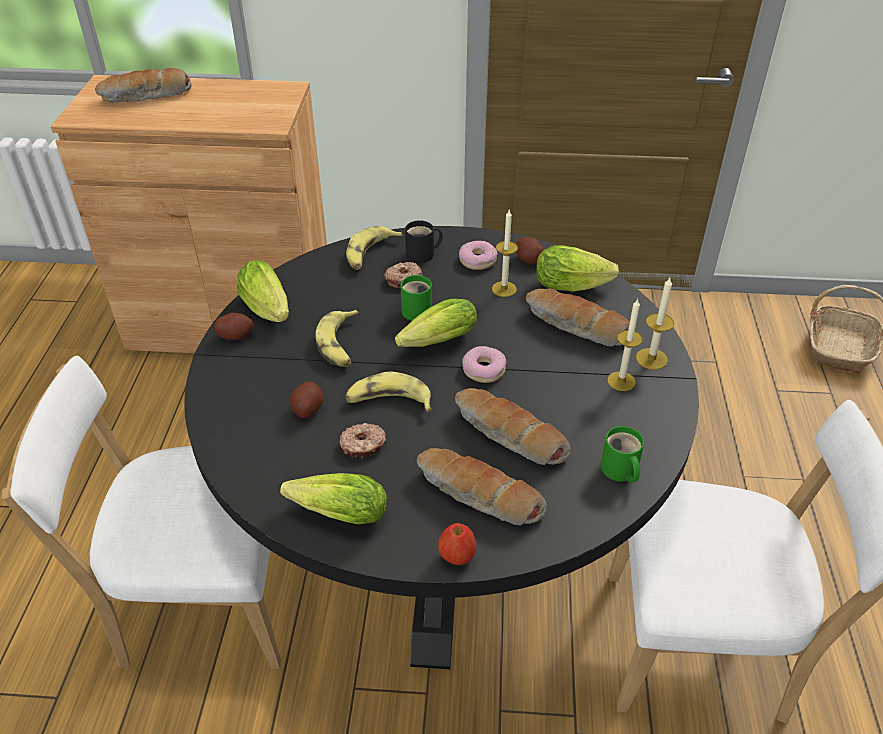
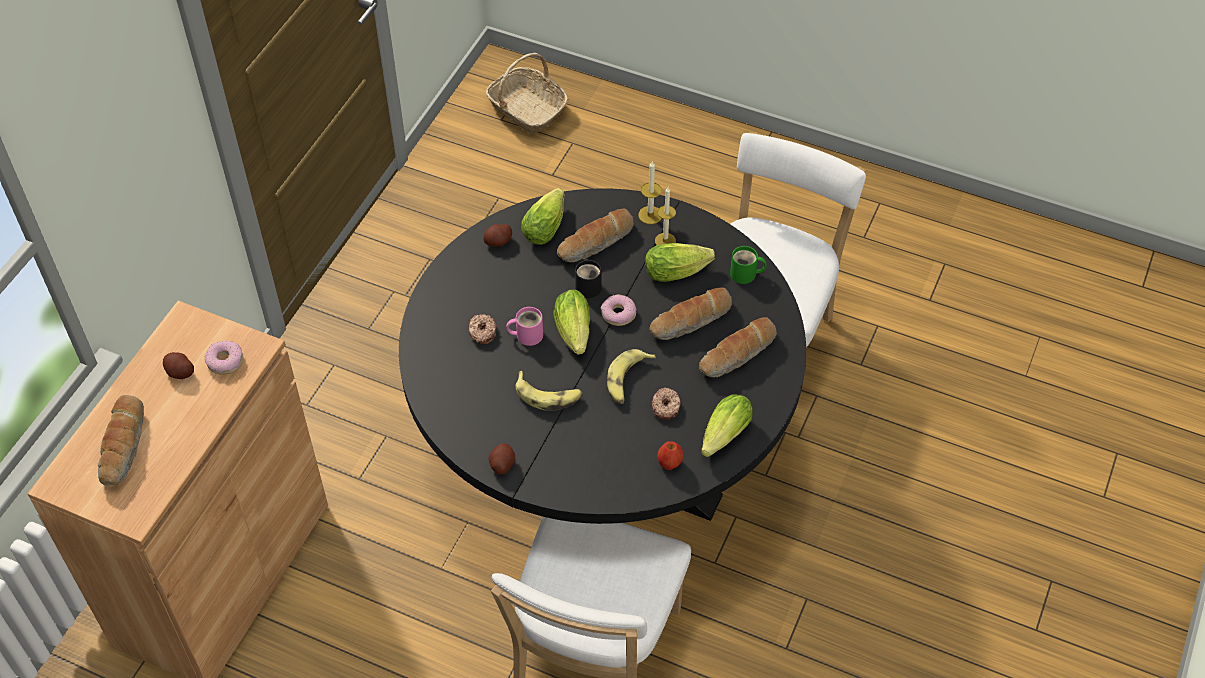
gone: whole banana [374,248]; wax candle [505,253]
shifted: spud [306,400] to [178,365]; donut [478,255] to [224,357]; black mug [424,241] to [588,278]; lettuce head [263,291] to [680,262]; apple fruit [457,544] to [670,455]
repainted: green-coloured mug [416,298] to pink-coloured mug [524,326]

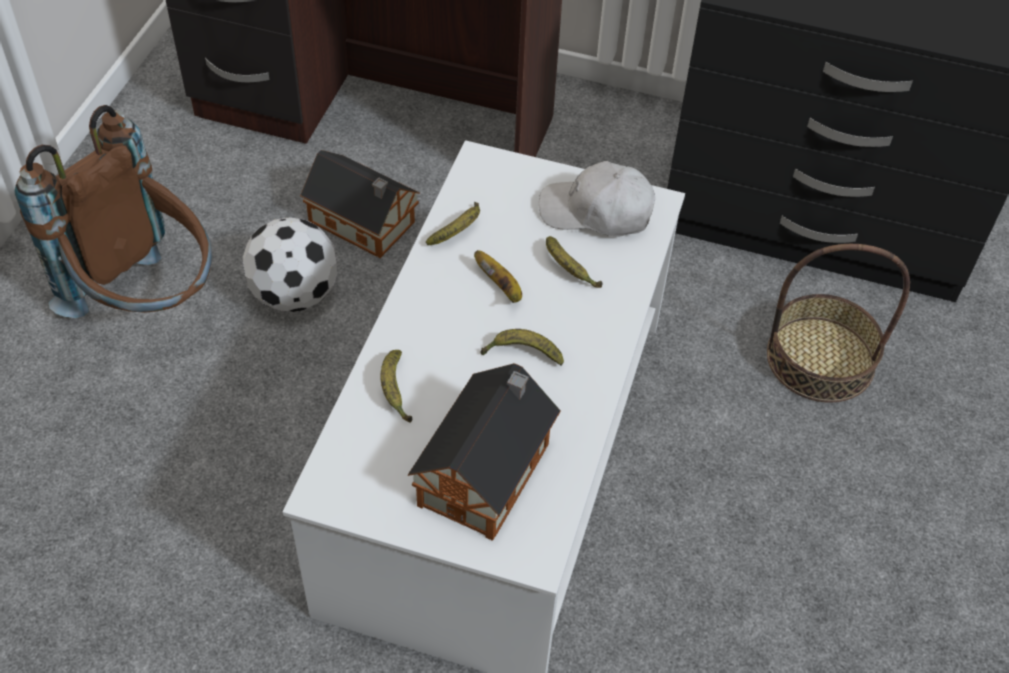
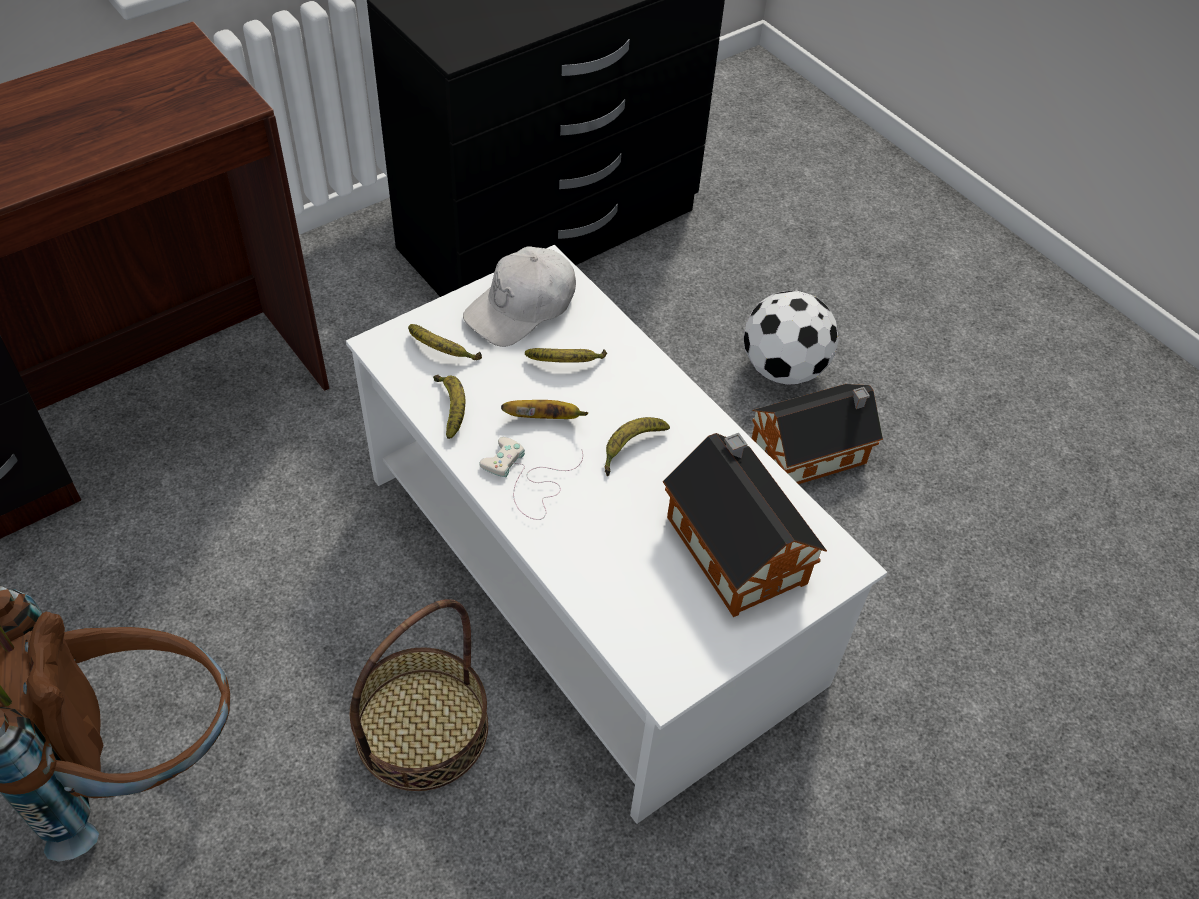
new: white game controller [531,478]
shifted: basket [838,323] to [418,695]; whole banana [396,386] to [445,342]; ball for football [290,264] to [791,337]; toy house [360,204] to [817,434]

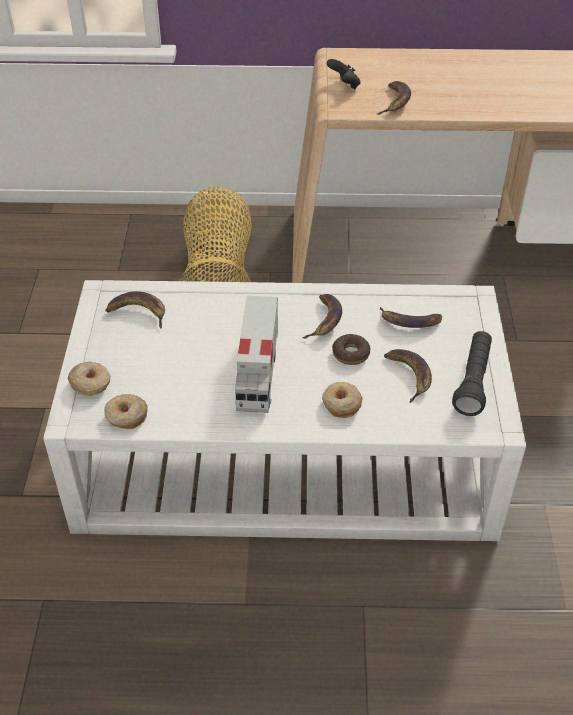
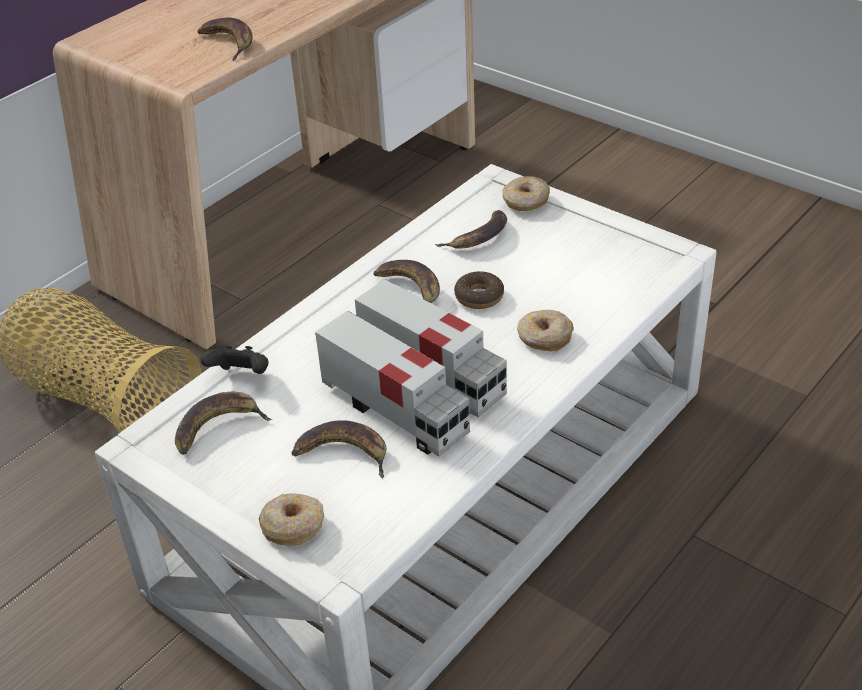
gone: black torch [472,373]
new: toy truck [392,384]
shifted: black game controller [343,74] to [234,360]; whole banana [408,376] to [338,449]; donut [126,411] to [526,193]

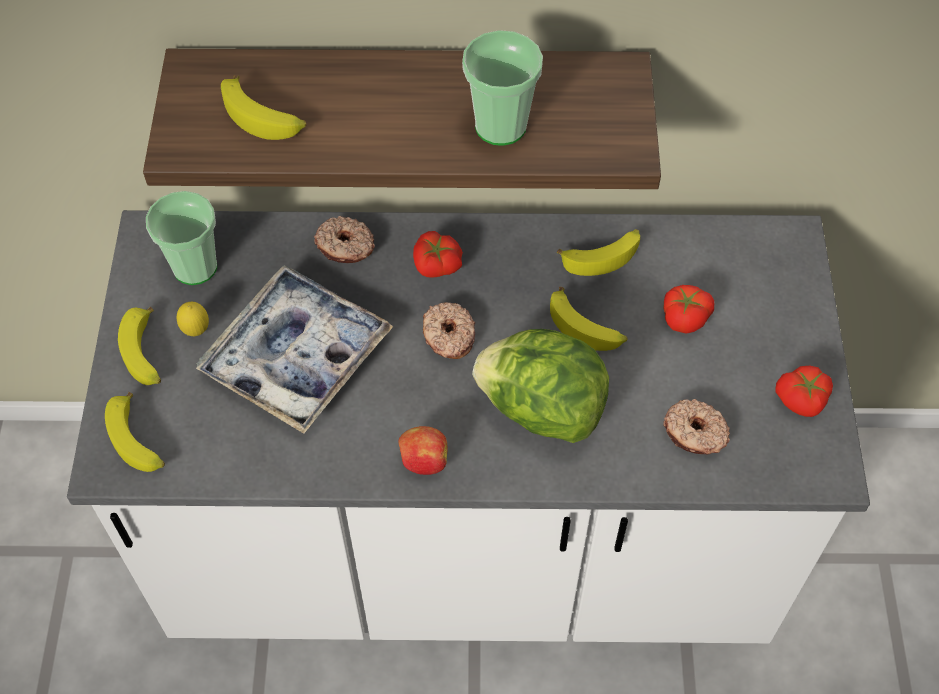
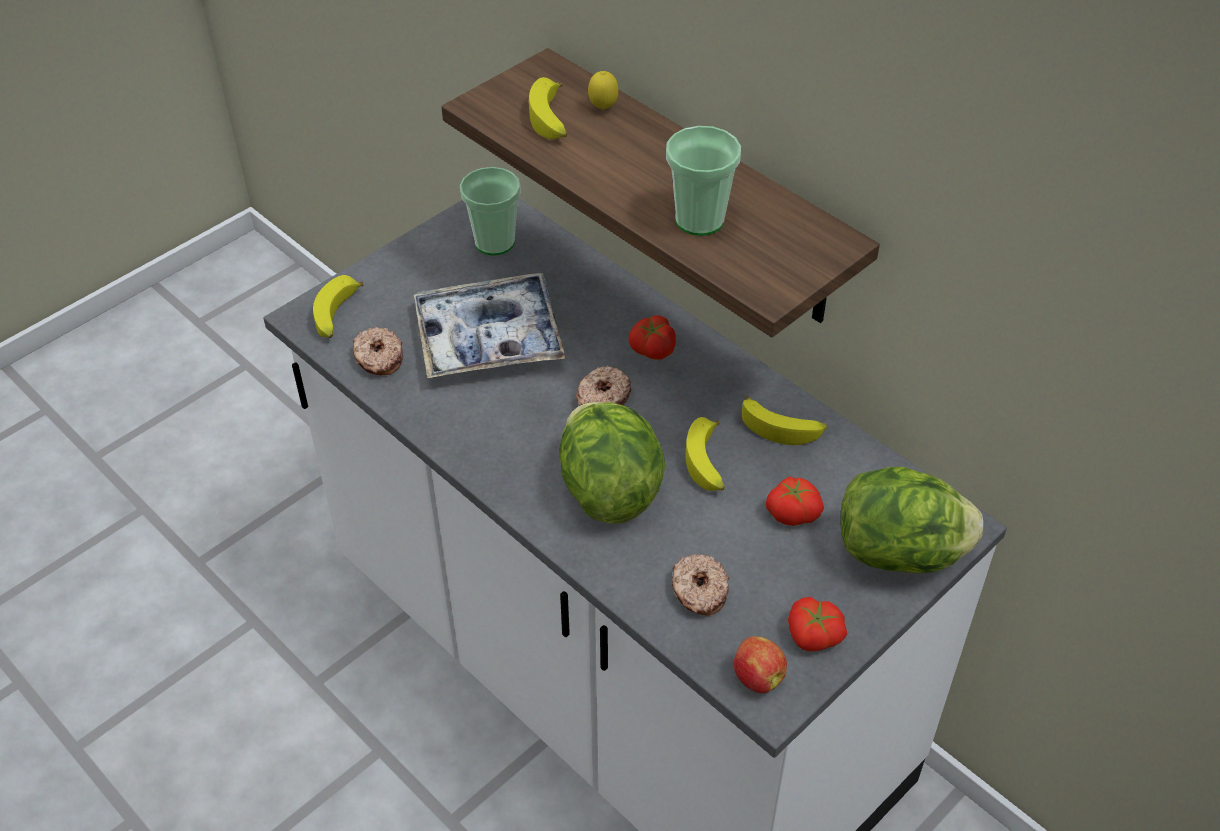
gone: whole banana [139,346]
new: lettuce head [912,520]
shifted: donut [344,239] to [378,351]; lemon [193,319] to [603,90]; apple fruit [423,450] to [760,664]

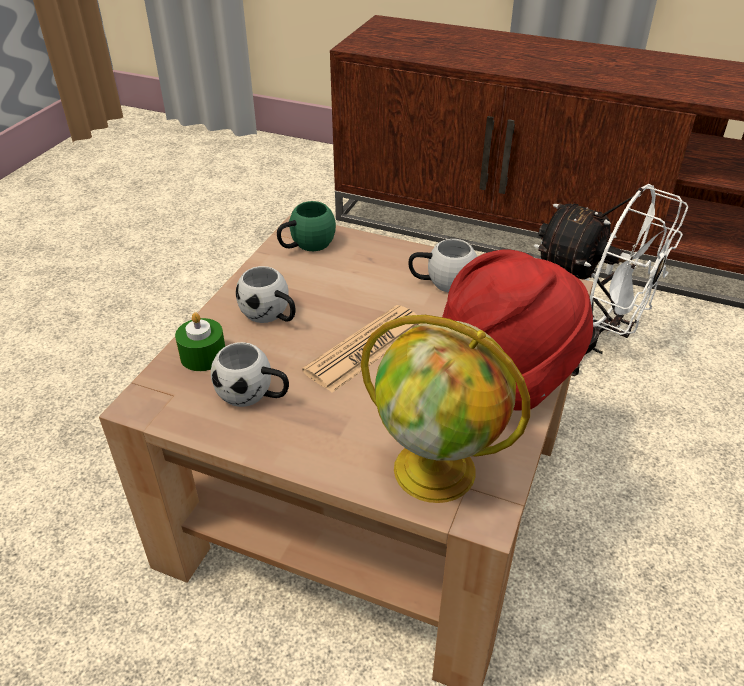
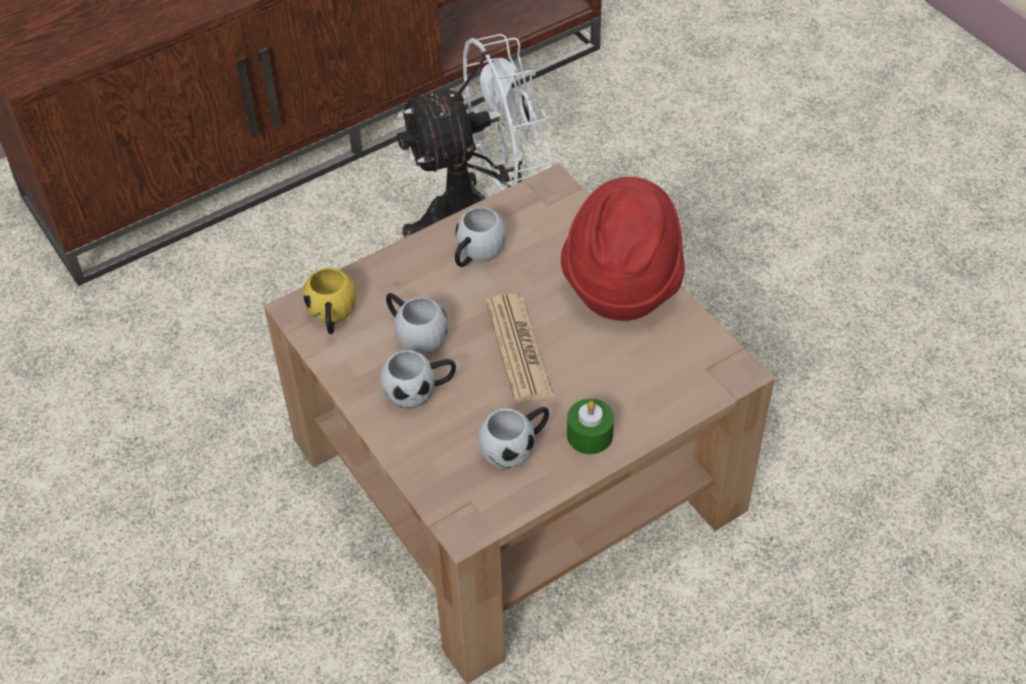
gone: globe [445,409]
new: white mug [417,323]
shifted: green-coloured wax candle [200,341] to [590,426]
repainted: green-coloured mug [306,226] to yellow-coloured mug [329,301]

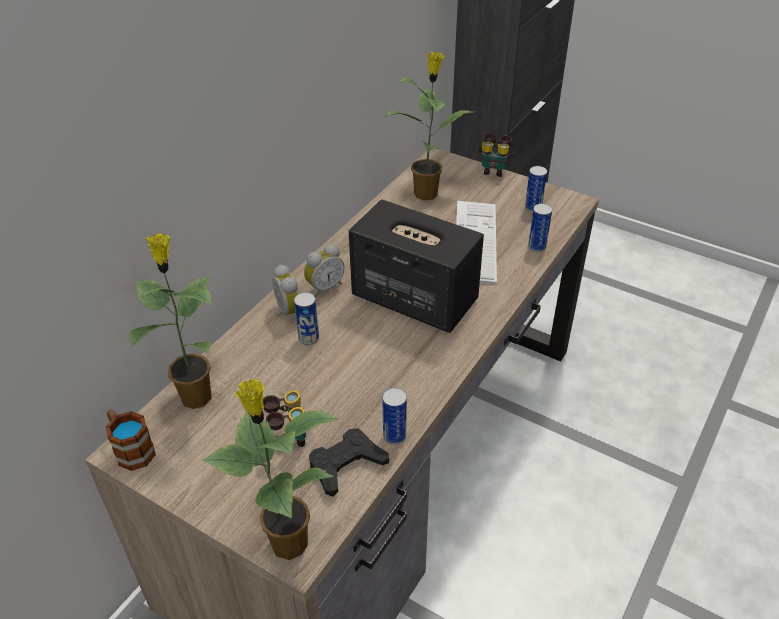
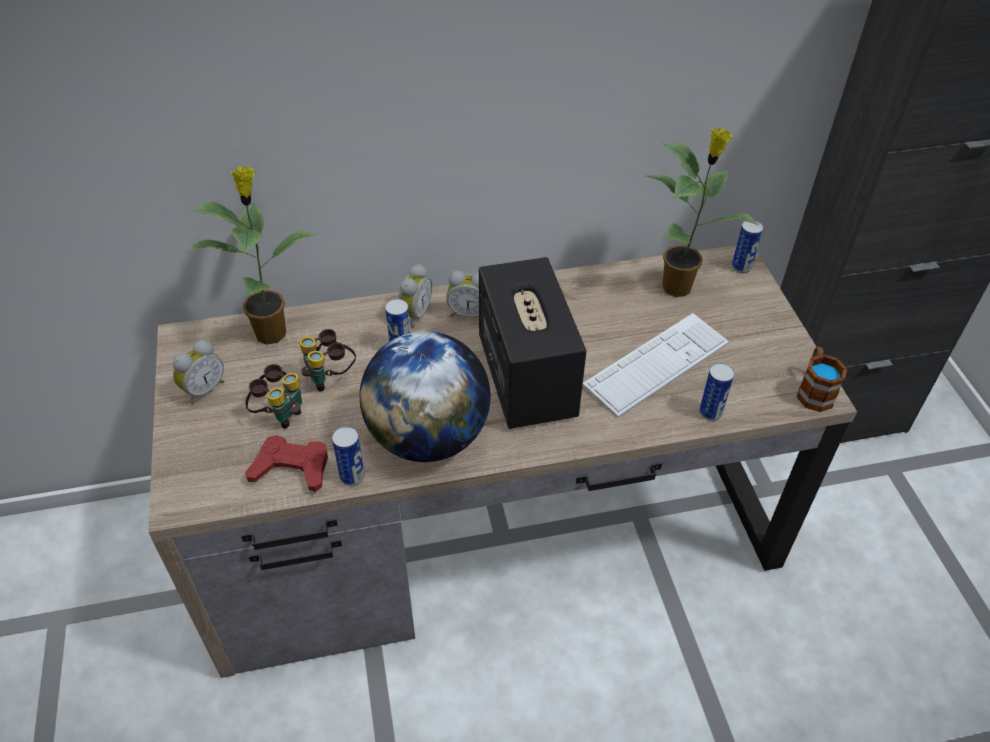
gone: houseplant [270,469]
new: bedside clock [198,372]; globe [425,396]
shifted: pair of binoculars [497,155] to [327,360]; metal can [536,189] to [747,246]; mug [131,440] to [822,379]
repainted: black game controller [349,462] to red-coloured game controller [286,463]

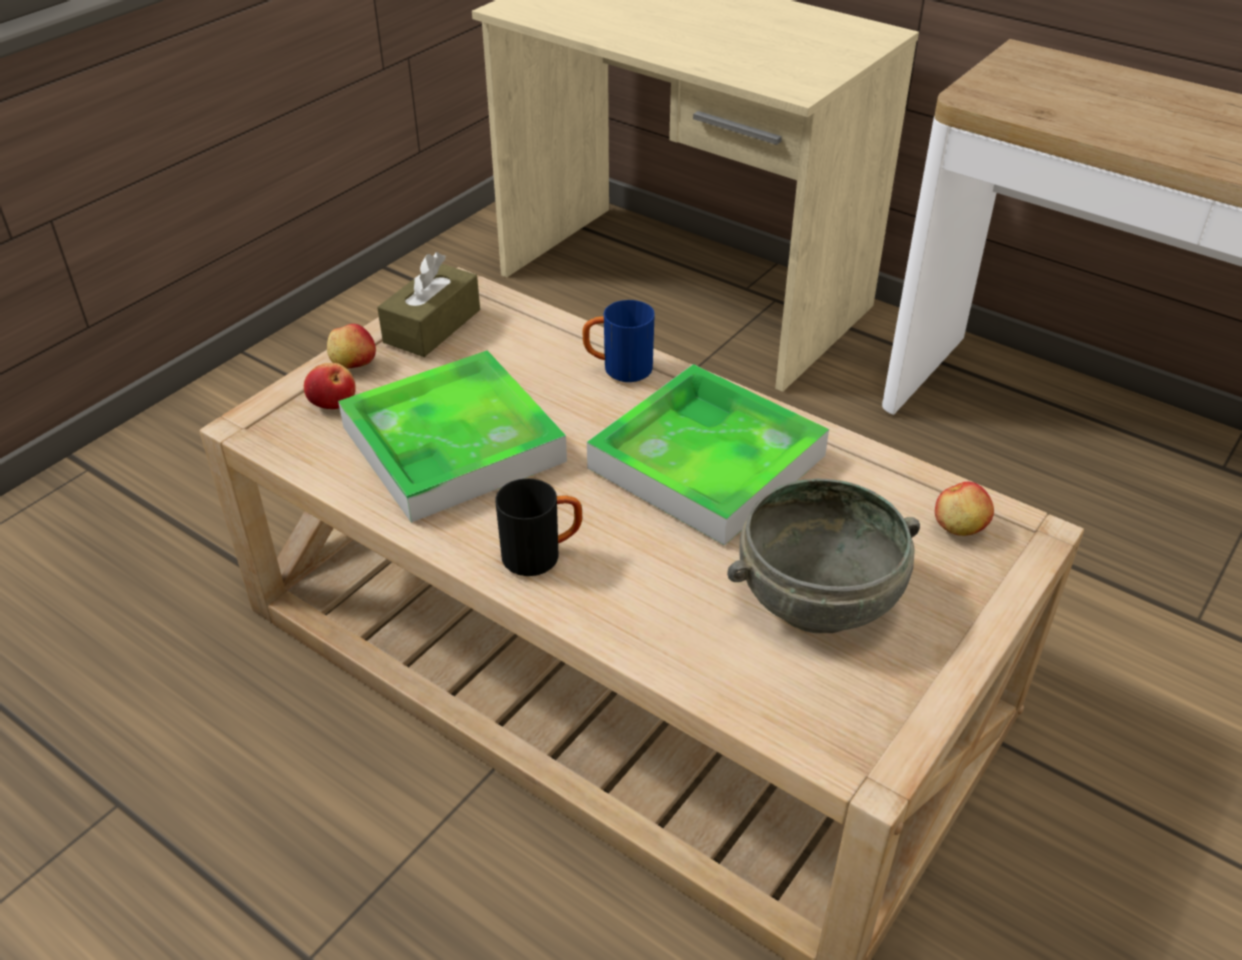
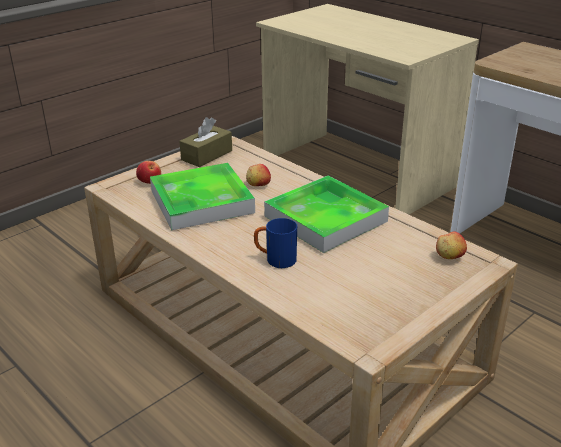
gone: black mug [538,527]; greyish serving bowl [823,556]
shifted: apple fruit [351,346] to [258,175]; bluish mug [619,341] to [275,243]

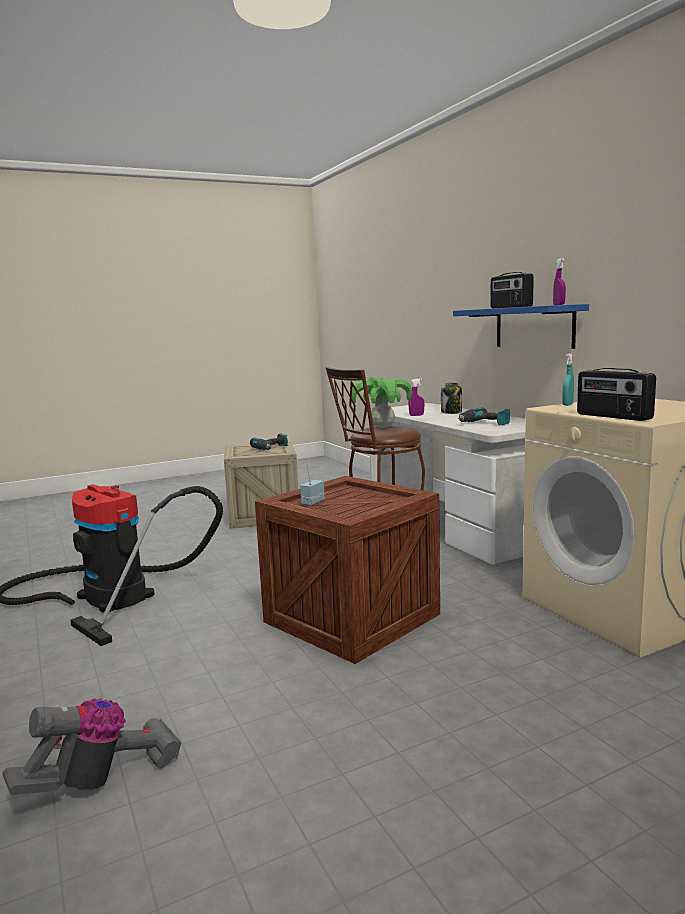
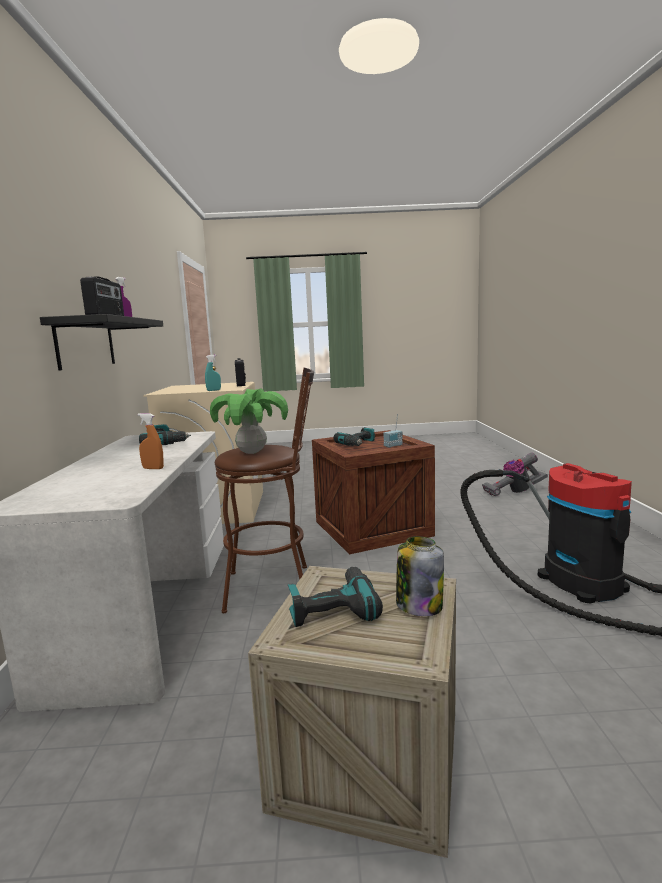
new: electric drill [354,436]
shifted: preserve jar [451,398] to [420,576]
repainted: bluish shelf [521,326] to black shelf [101,342]; purple-coloured hand sprayer [416,397] to orangey hand sprayer [151,441]

